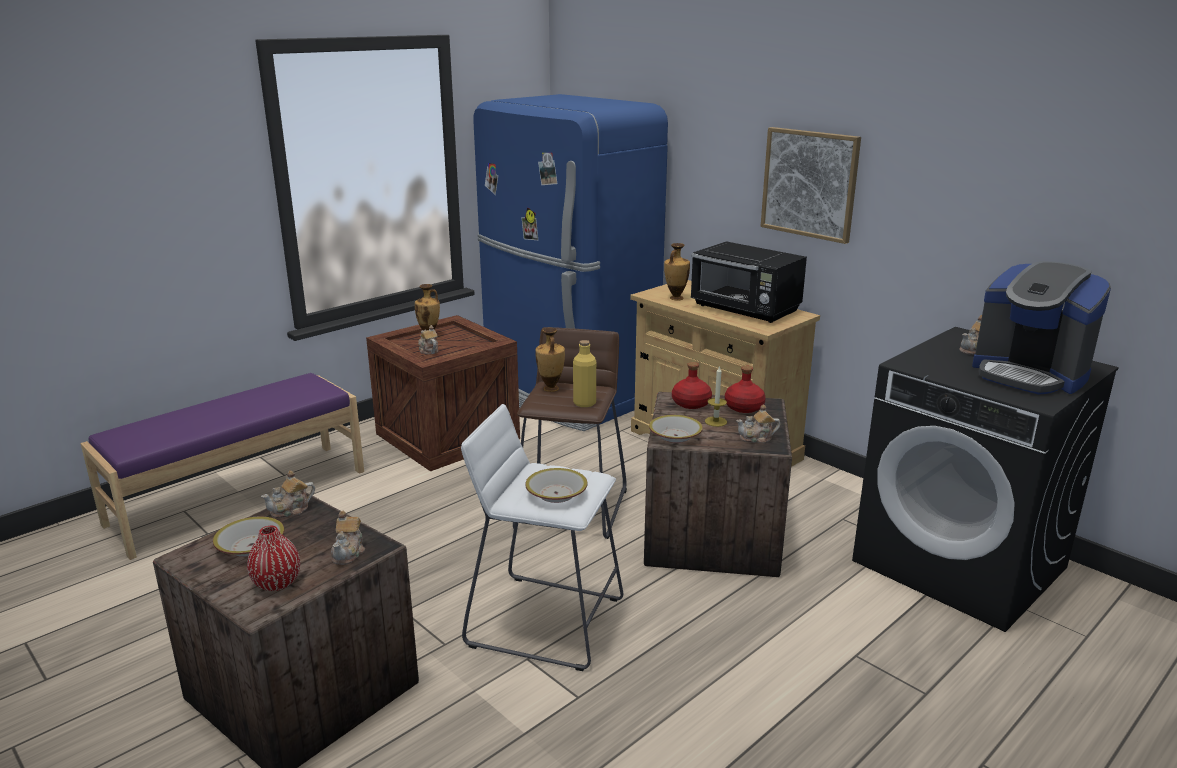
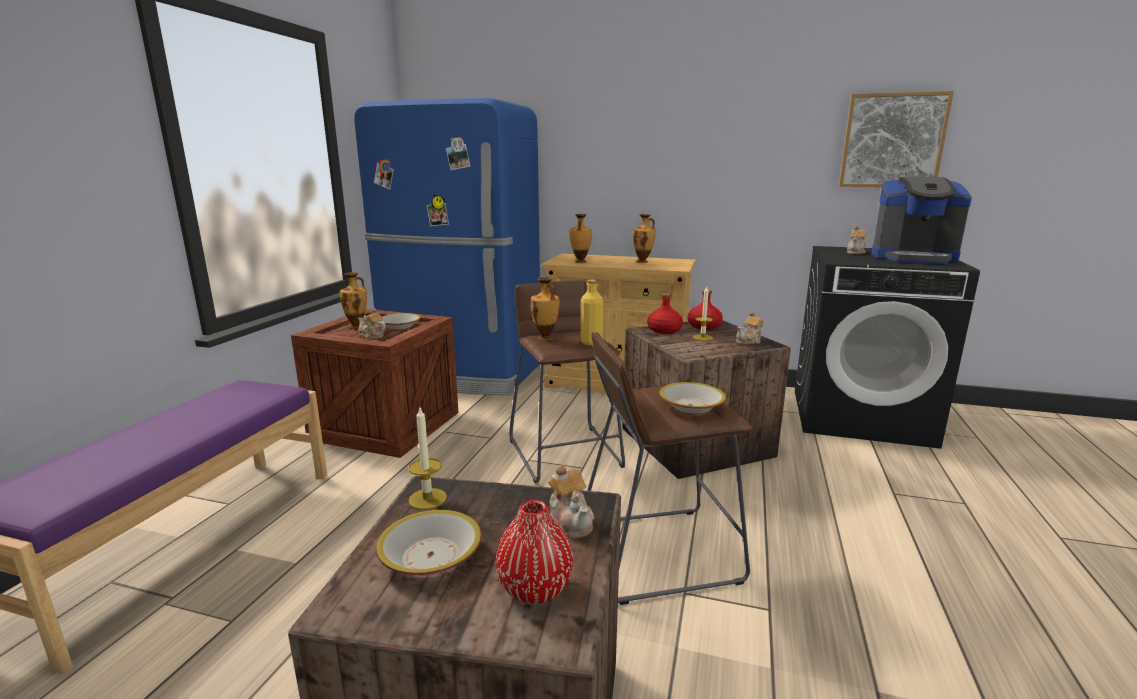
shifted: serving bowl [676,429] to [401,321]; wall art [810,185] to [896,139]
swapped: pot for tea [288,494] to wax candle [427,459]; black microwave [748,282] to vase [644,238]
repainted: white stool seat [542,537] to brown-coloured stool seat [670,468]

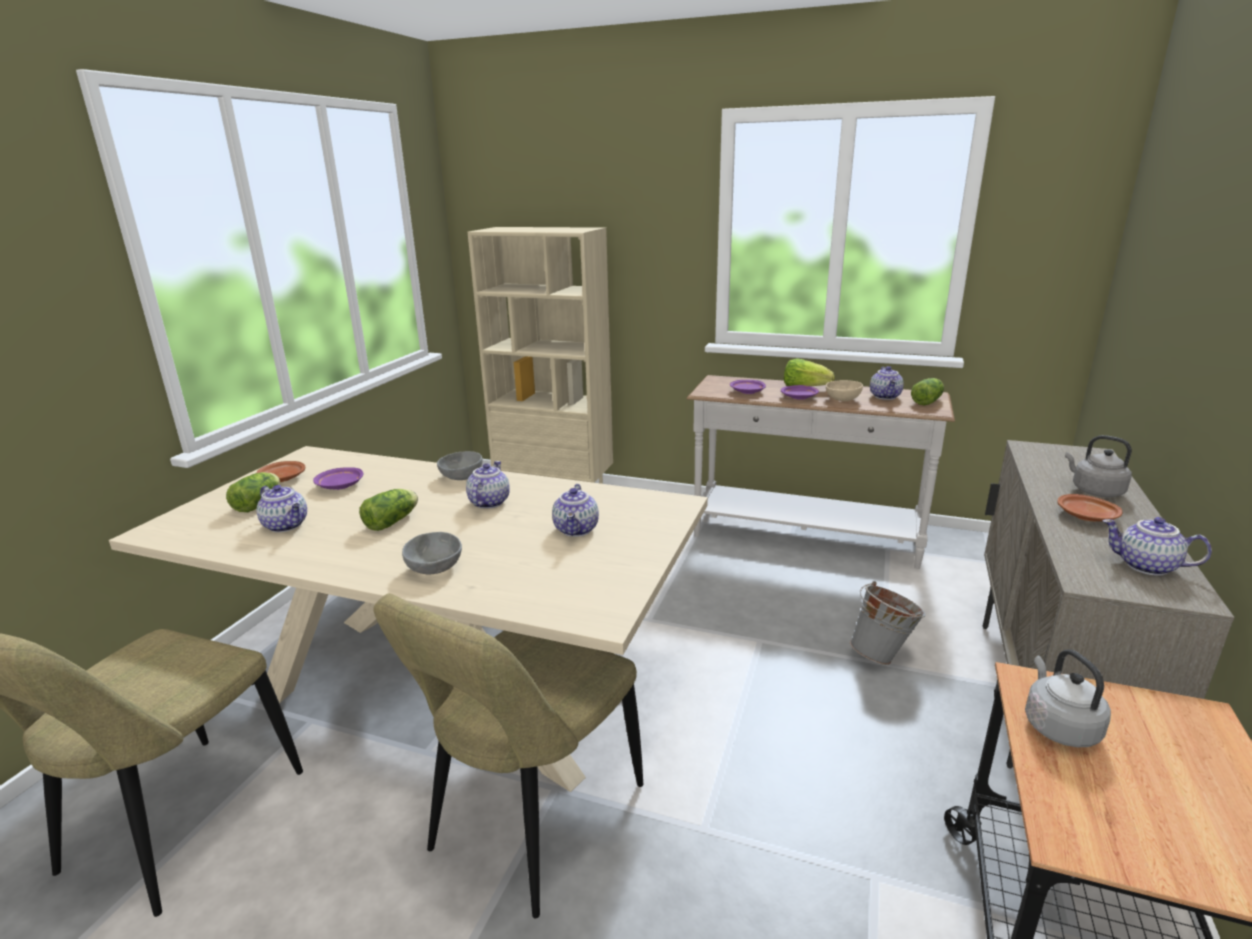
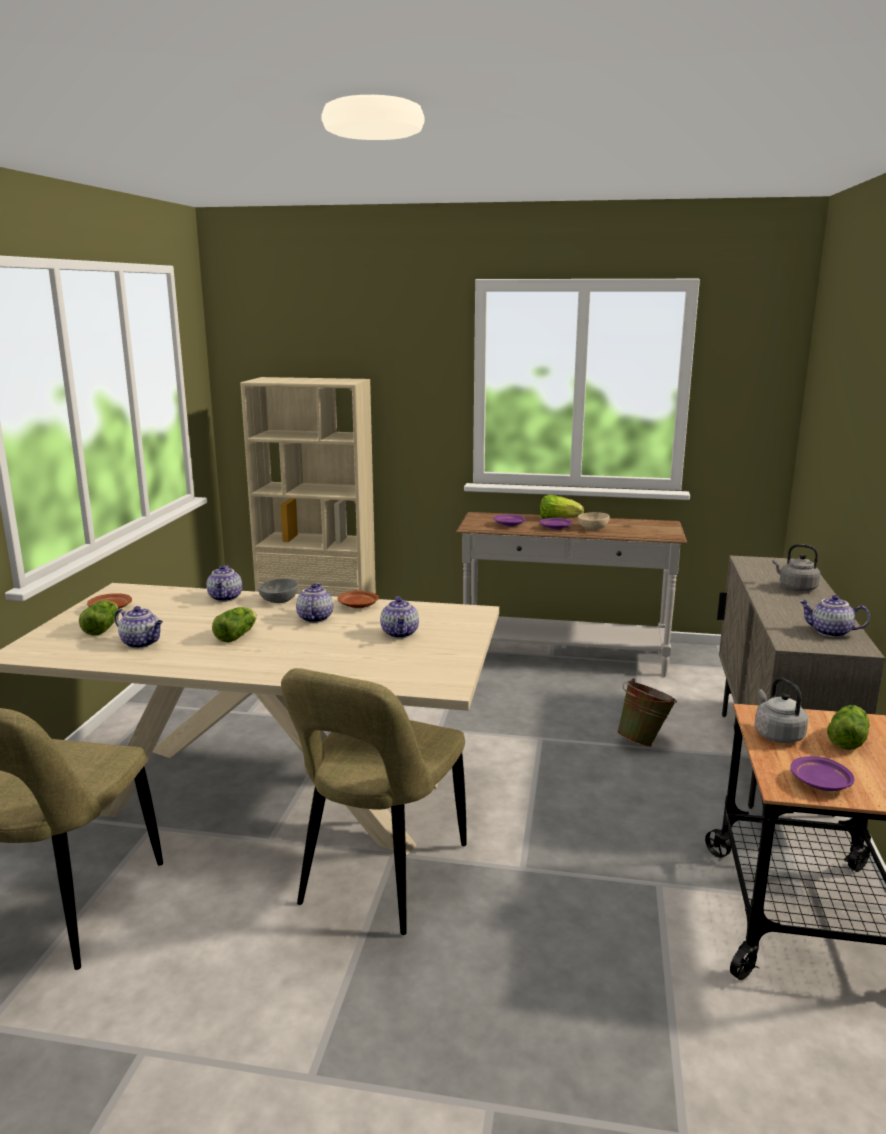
gone: greyish serving bowl [432,553]
shifted: pot for tea [887,383] to [224,583]; brown-coloured flat dish [1089,508] to [358,599]; purple-coloured flat dish [338,478] to [822,773]; lettuce head [927,391] to [848,727]
repainted: greyish pail [888,623] to green-coloured pail [647,712]

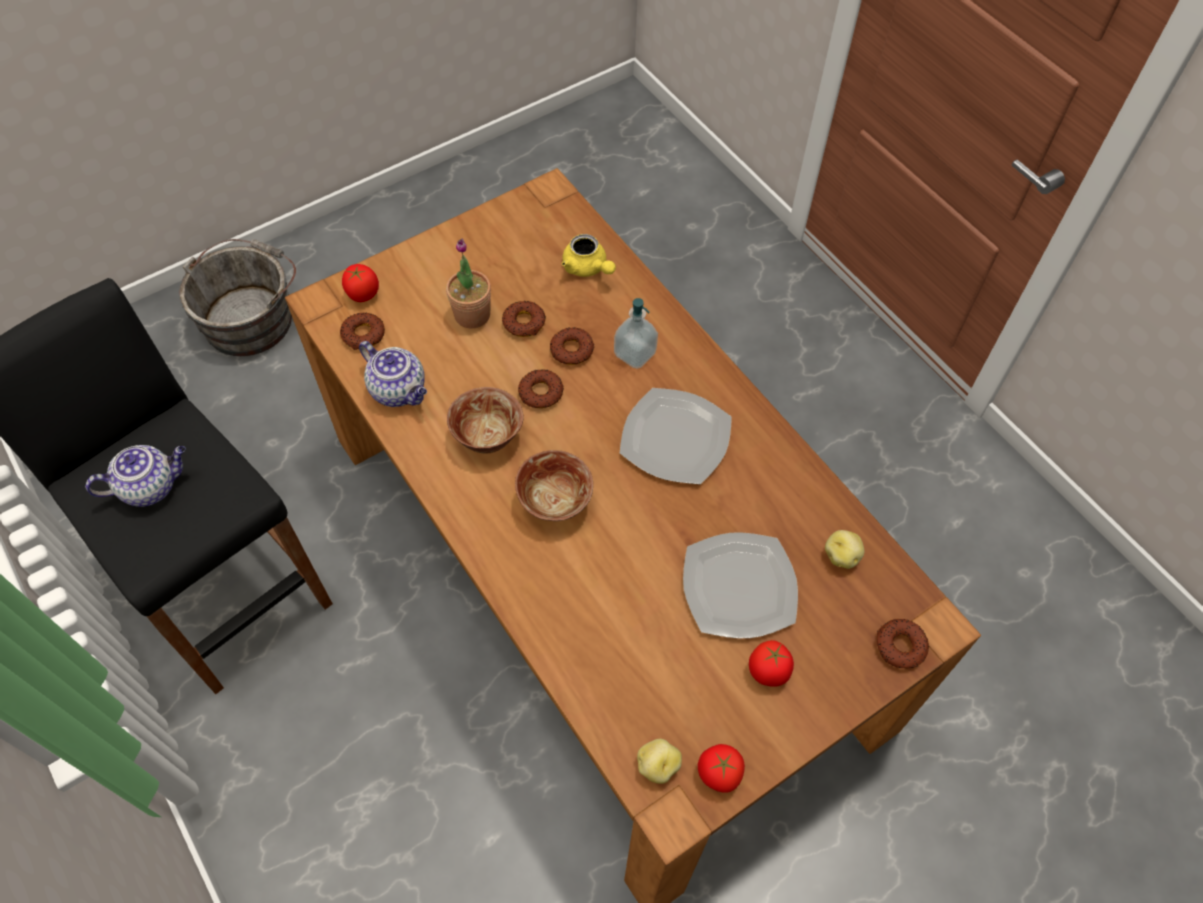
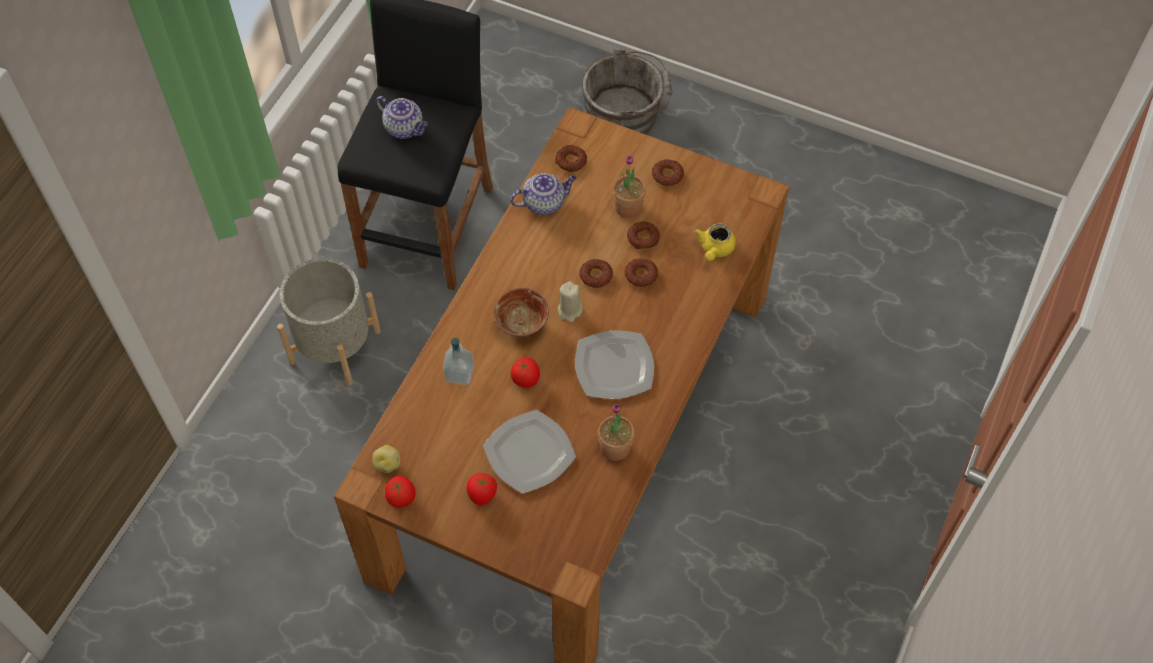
gone: serving bowl [485,420]; spud [844,549]
new: greyish planter [329,321]; sand-coloured wax candle [570,302]; houseplant [616,432]
shifted: soap dispenser [636,333] to [458,361]; whole tomato [360,283] to [525,373]; donut [903,643] to [668,172]
rotated: pot for tea [393,374] = [543,194] 120 degrees counterclockwise

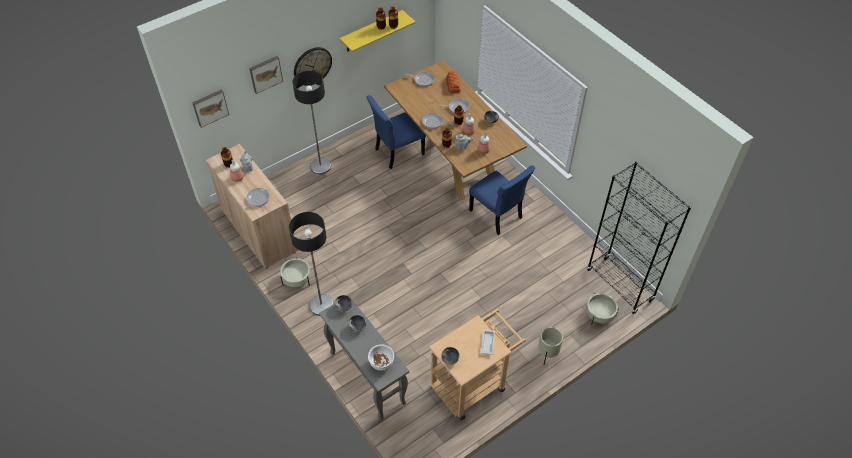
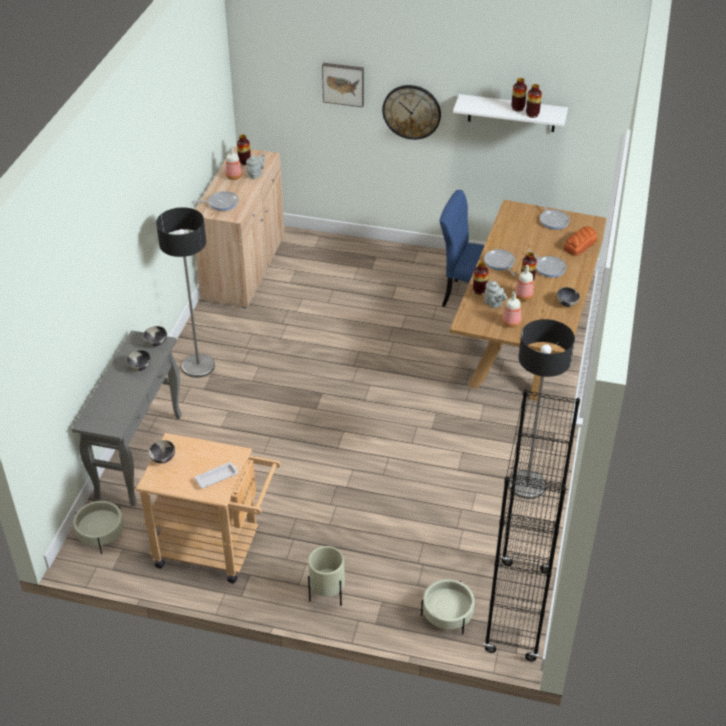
gone: wall art [210,109]; white serving bowl [381,357]; bluish chair [502,200]
shifted: sand-coloured planter [295,272] to [98,527]; standard lamp [312,122] to [542,409]
repainted: yellow-coloured shelf [377,31] to white shelf [510,113]

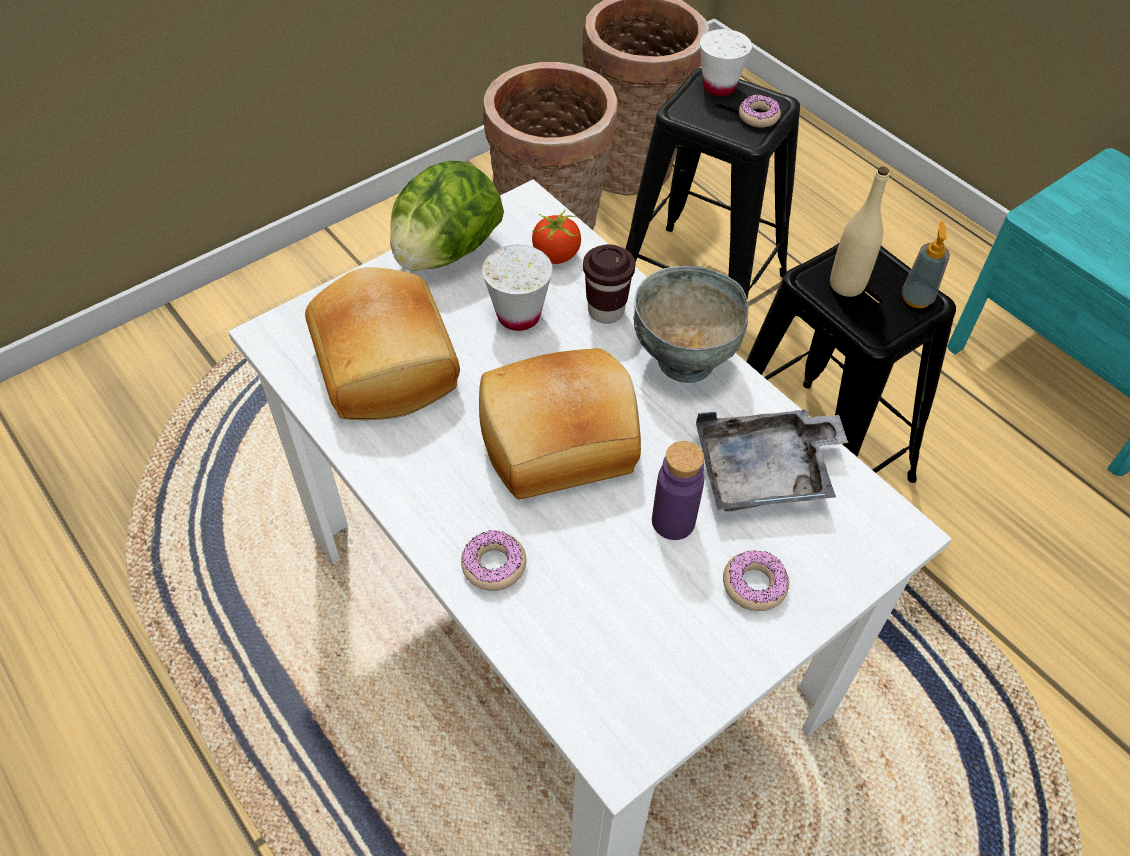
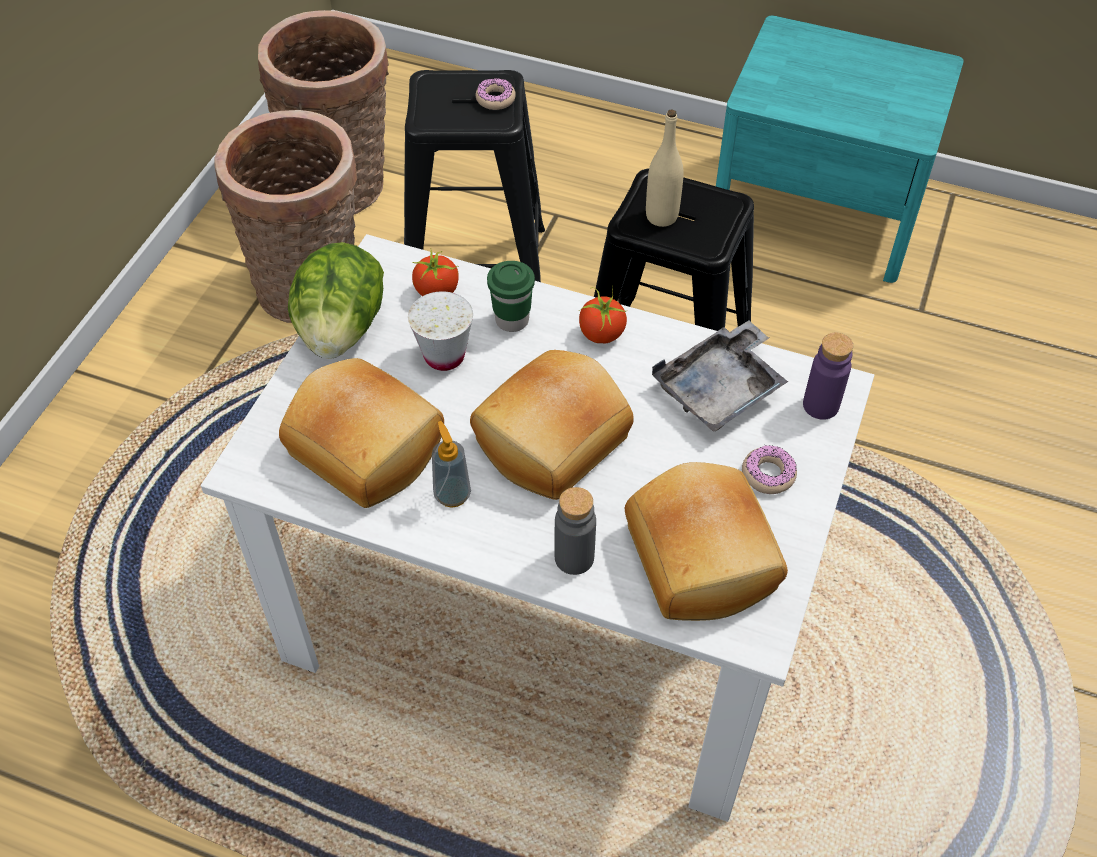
gone: white cup [726,62]
new: bakery bread [706,541]
shifted: soap dispenser [926,264] to [451,464]; purple-coloured bottle [678,490] to [828,376]
swapped: donut [493,560] to greyish bottle [575,531]; greyish serving bowl [691,324] to whole tomato [603,314]
repainted: brown-coloured cup [609,284] to green-coloured cup [511,296]

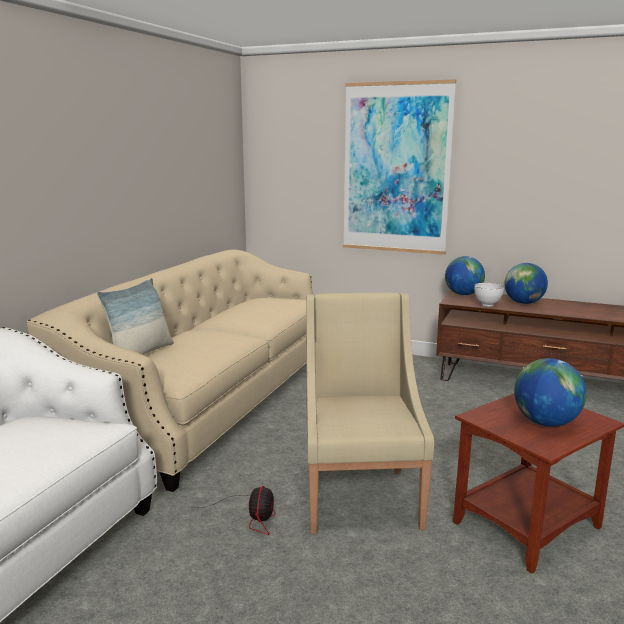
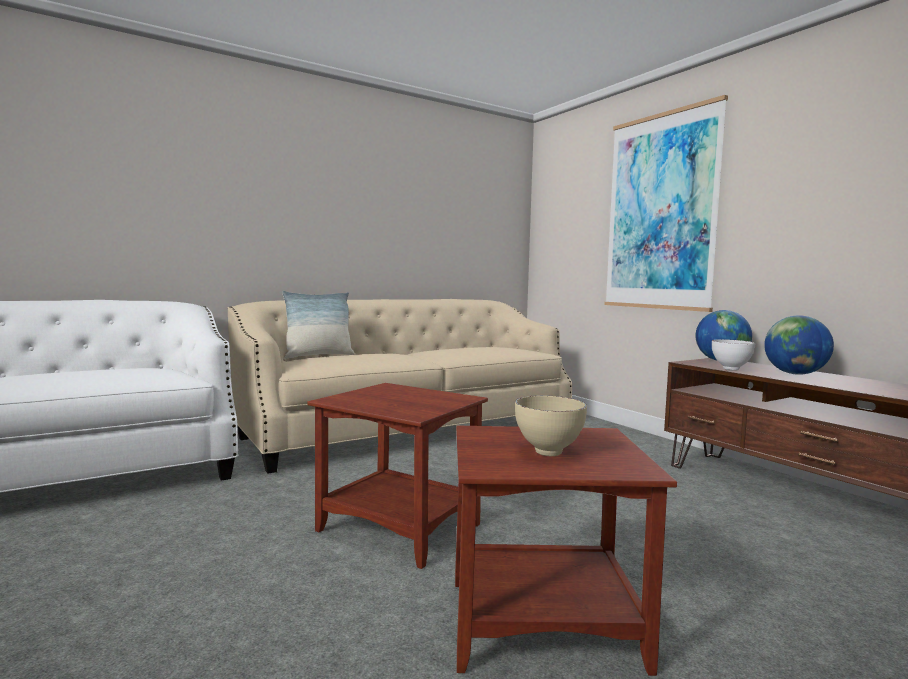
gone: cooling fan [236,510]
swapped: sand-coloured lounge chair [370,413] to brown-coloured end table [397,476]; globe [550,392] to sand-coloured serving bowl [551,425]

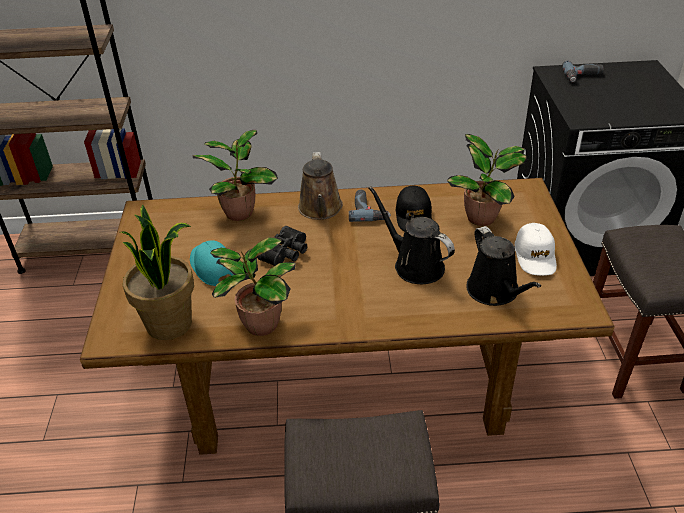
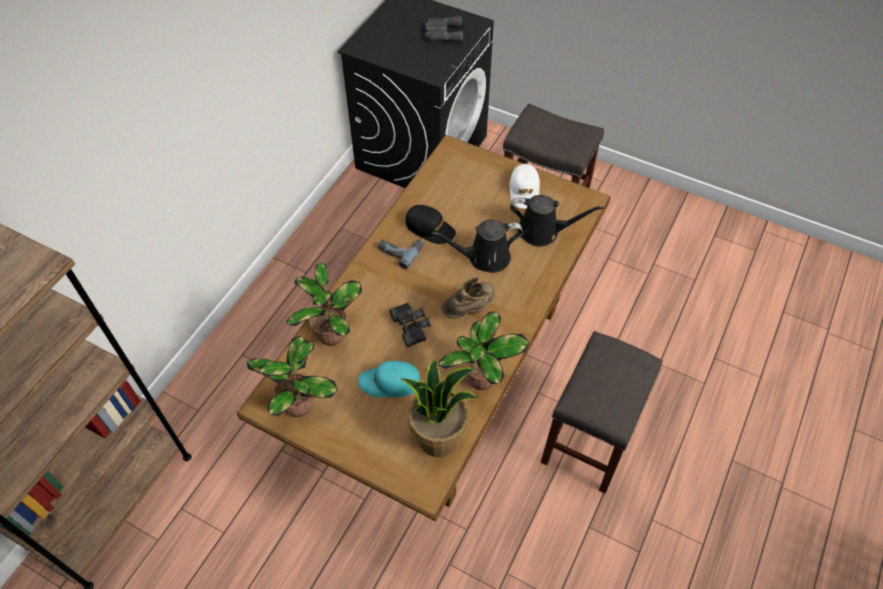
gone: brown-coloured watering pot [320,186]; electric drill [582,71]
new: greyish pair of binoculars [444,29]; brown-coloured boot [467,297]
shifted: houseplant [487,180] to [292,376]
rotated: white cap [536,249] = [524,186] 60 degrees clockwise

